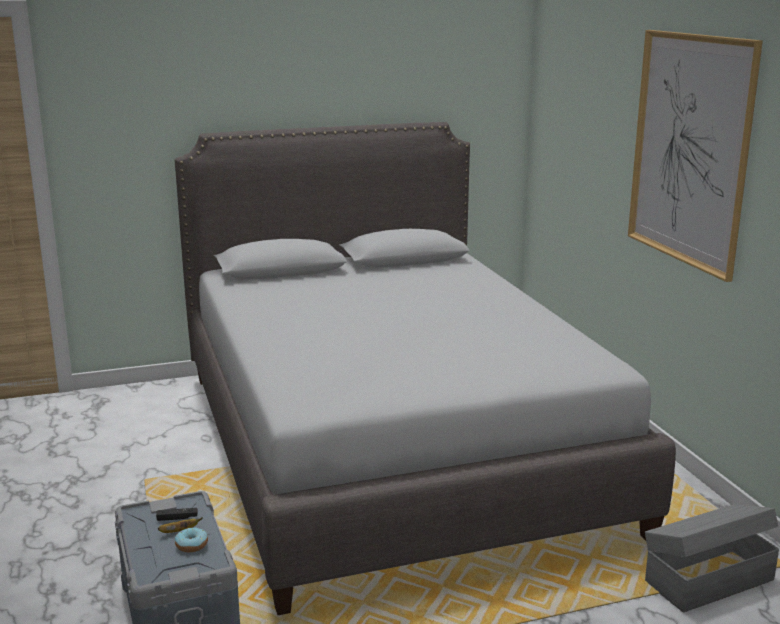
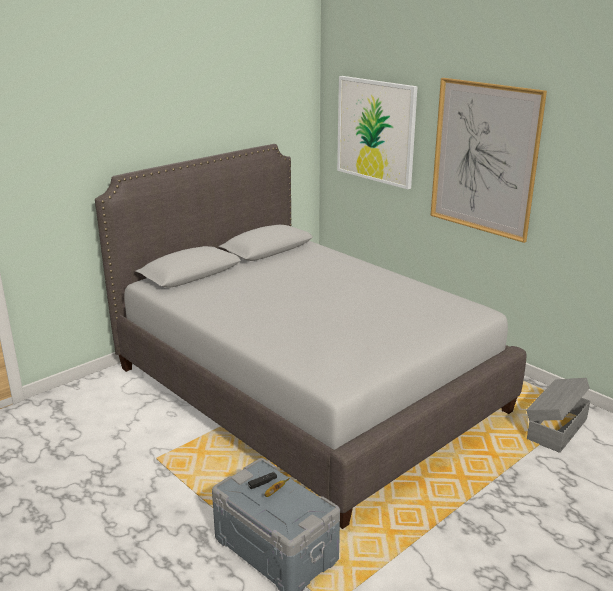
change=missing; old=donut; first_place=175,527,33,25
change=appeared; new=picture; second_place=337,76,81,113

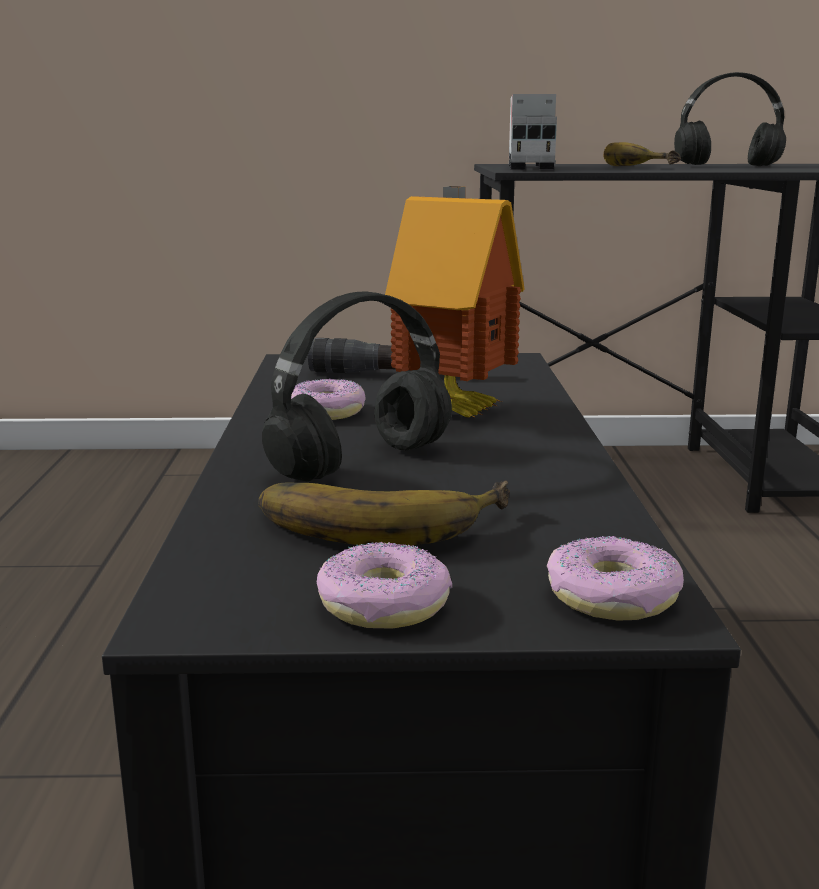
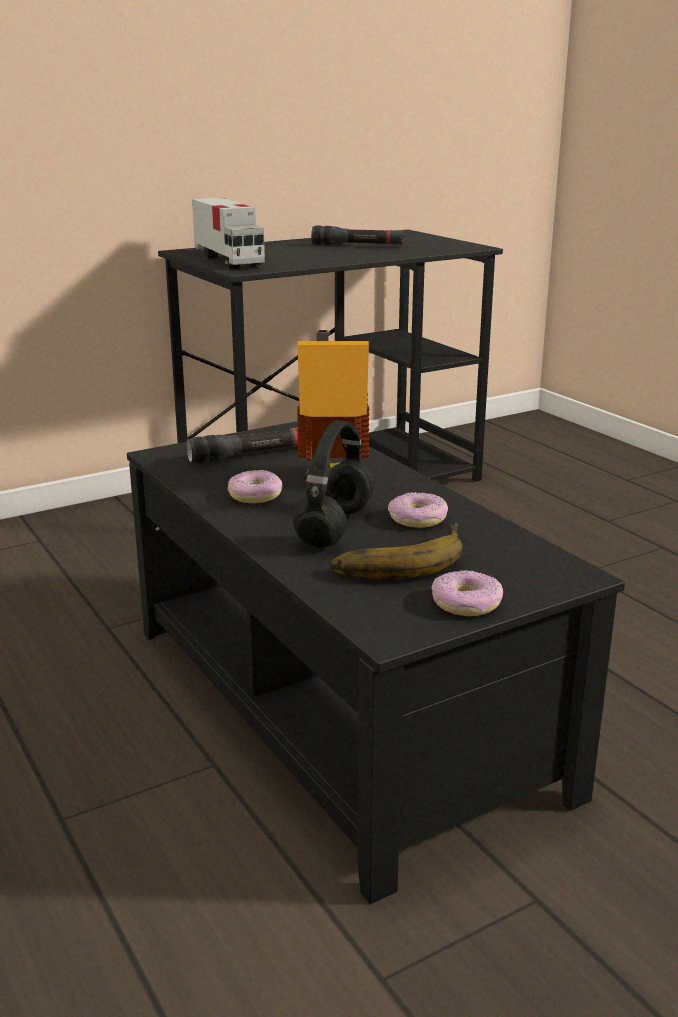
change=missing; old=banana; first_place=603,142,78,24
change=relocated; old=donut; first_place=547,536,137,85; second_place=388,492,60,36
change=exchanged; old=black headphones; new=black flashlight; first_place=674,72,112,94; second_place=311,226,94,19

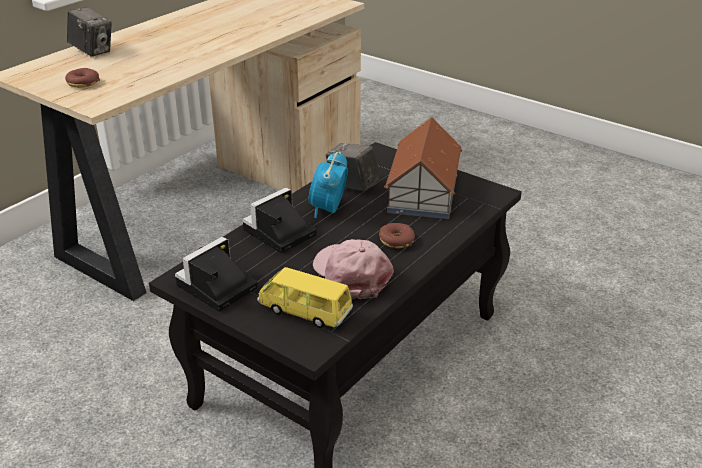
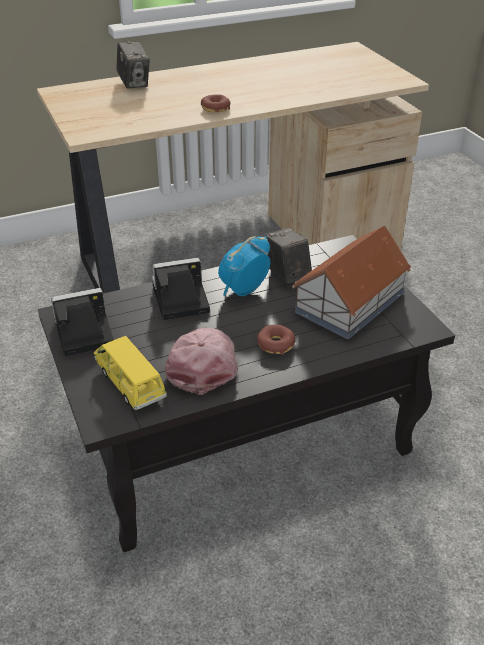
change=relocated; old=donut; first_place=65,68,35,20; second_place=201,94,29,19

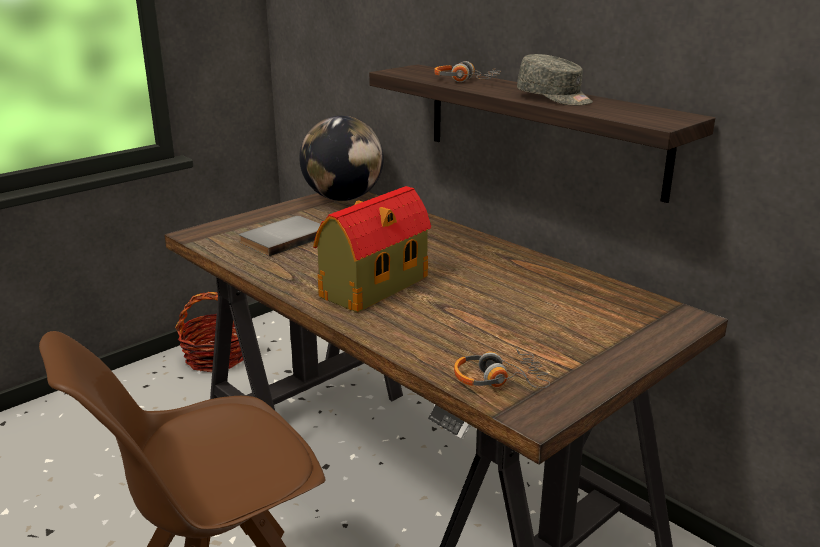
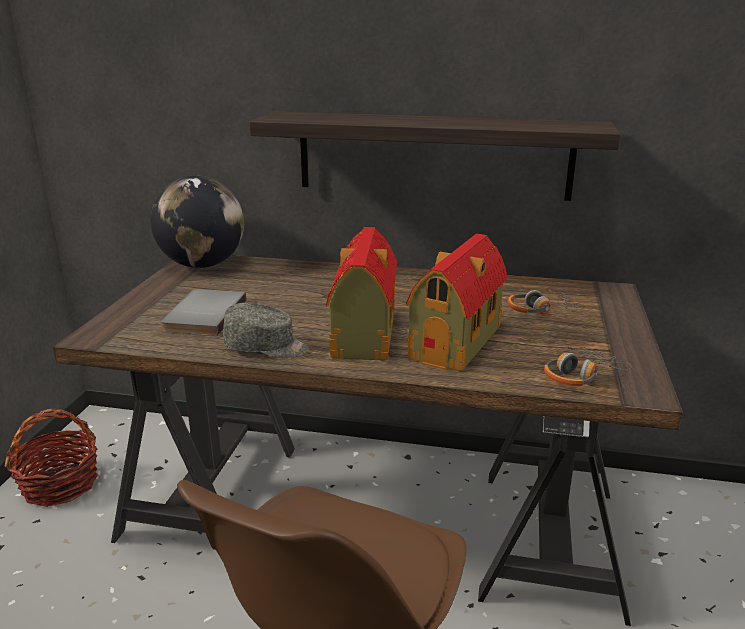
change=appeared; new=toy house; second_place=406,234,101,138
change=relocated; old=headphones; first_place=434,61,67,21; second_place=508,289,77,26
change=relocated; old=grey cap; first_place=517,54,76,52; second_place=223,303,86,55

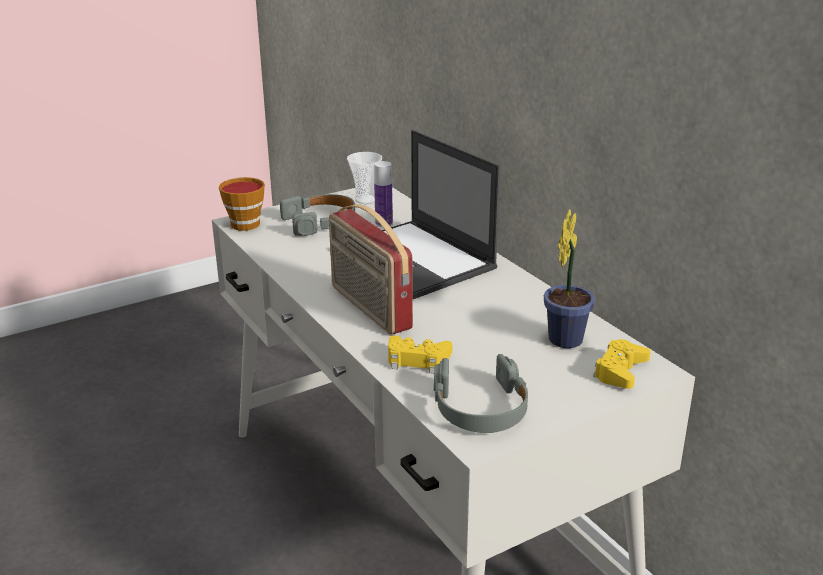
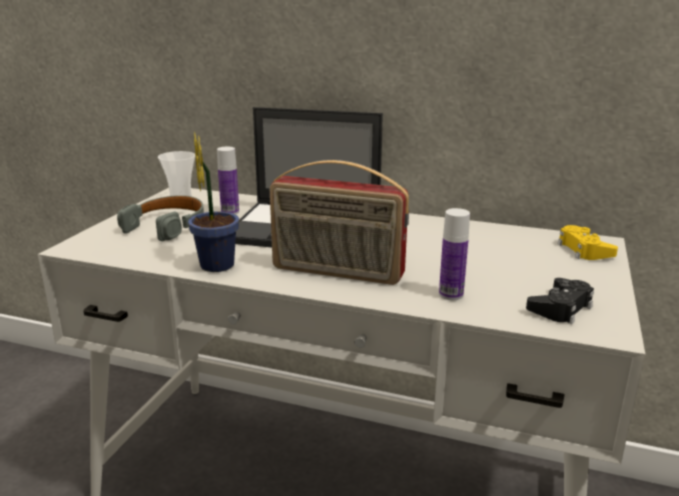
change=missing; old=cup; first_place=219,177,46,54
change=relocated; old=potted plant; first_place=544,209,51,139; second_place=188,131,51,141
change=exchanged; old=yellow game controller; new=bottle; first_place=388,335,64,38; second_place=439,208,31,92
change=exchanged; old=grey headphones; new=black game controller; first_place=434,354,94,79; second_place=526,278,68,46

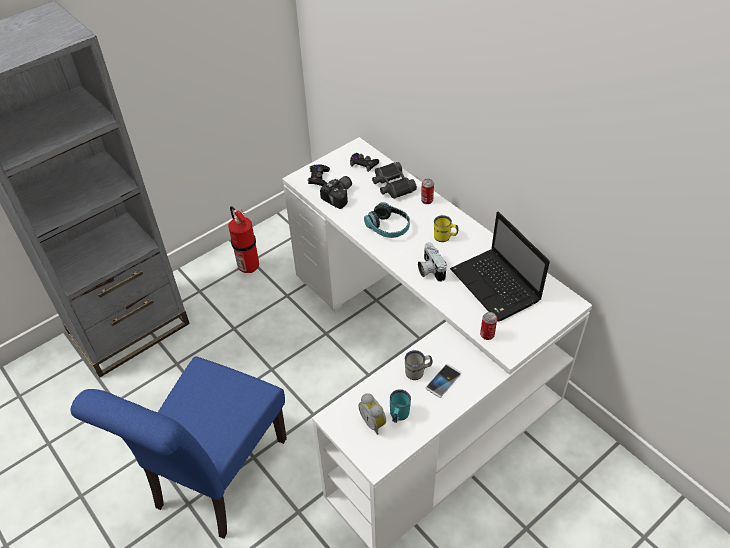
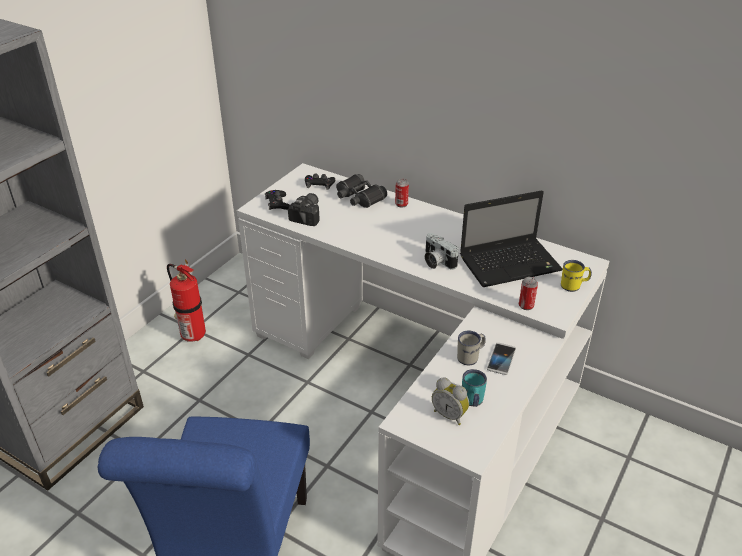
change=missing; old=headphones; first_place=364,202,46,36
change=relocated; old=yellow mug; first_place=434,215,24,27; second_place=561,260,31,32
change=spun; old=laptop; first_place=450,211,100,110; second_place=460,191,103,96; degrees=-60

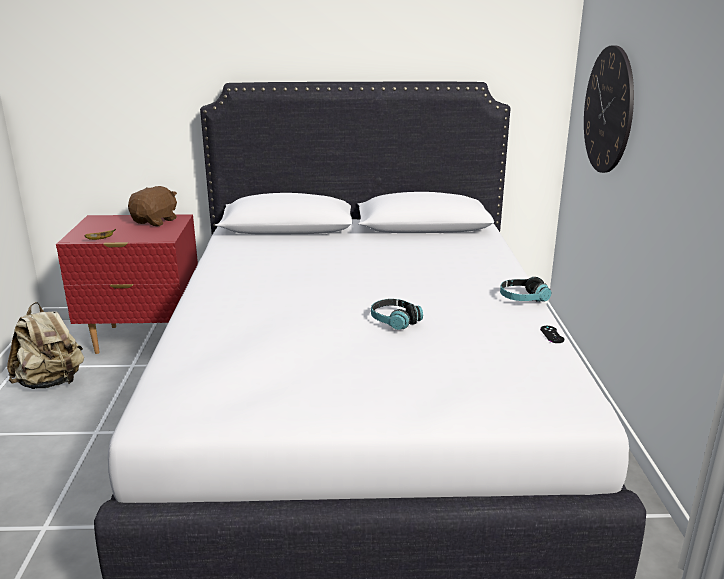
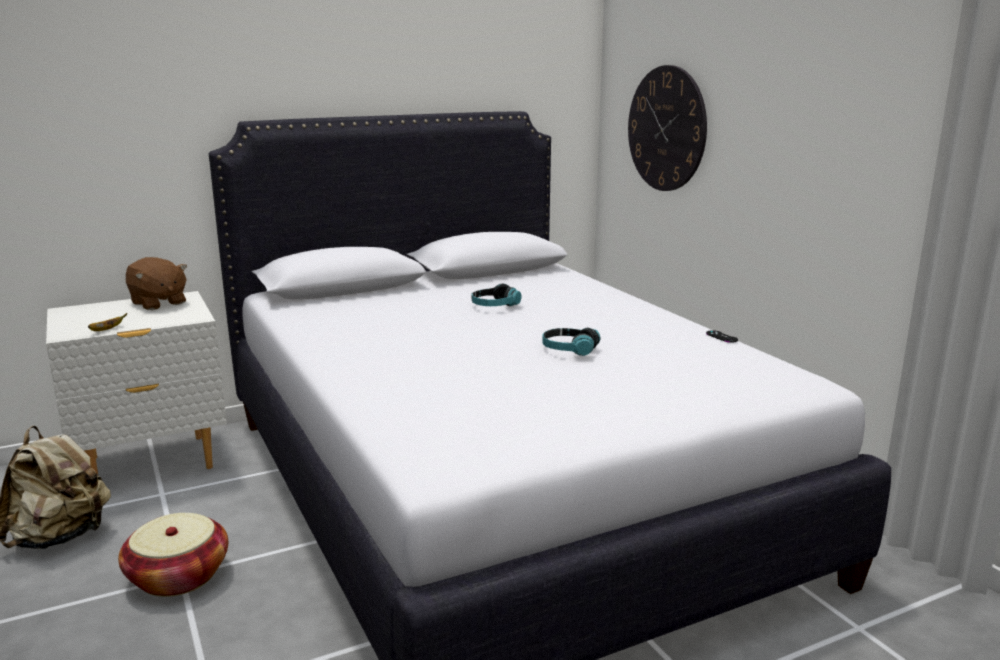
change=appeared; new=basket; second_place=118,513,110,84
change=relocated; old=headphones; first_place=500,277,51,25; second_place=472,284,50,22
change=colour; old=red nightstand; new=white nightstand; first_place=56,214,142,140; second_place=46,291,181,183
change=spun; old=brown plush toy; first_place=128,186,49,40; second_place=126,257,61,53; degrees=135

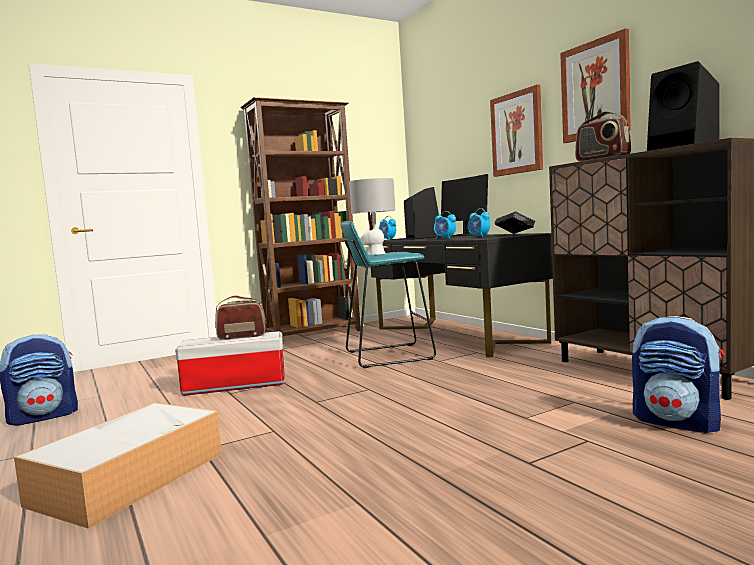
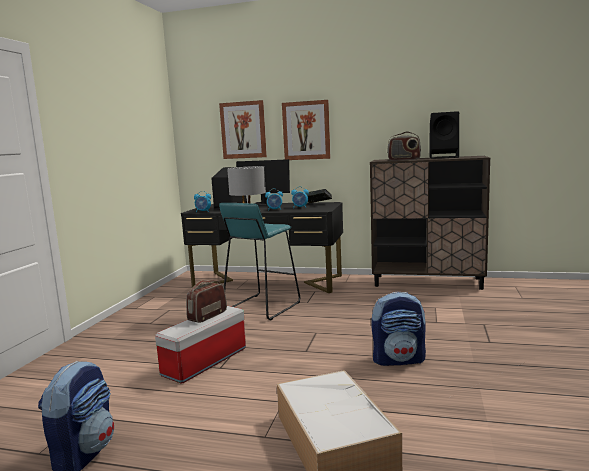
change=missing; old=brown bookcase; first_place=240,97,121,239
change=relocated; old=picture; first_place=560,28,71,115; second_place=219,100,48,59
change=relocated; old=backpack; first_place=632,316,93,118; second_place=371,292,55,74

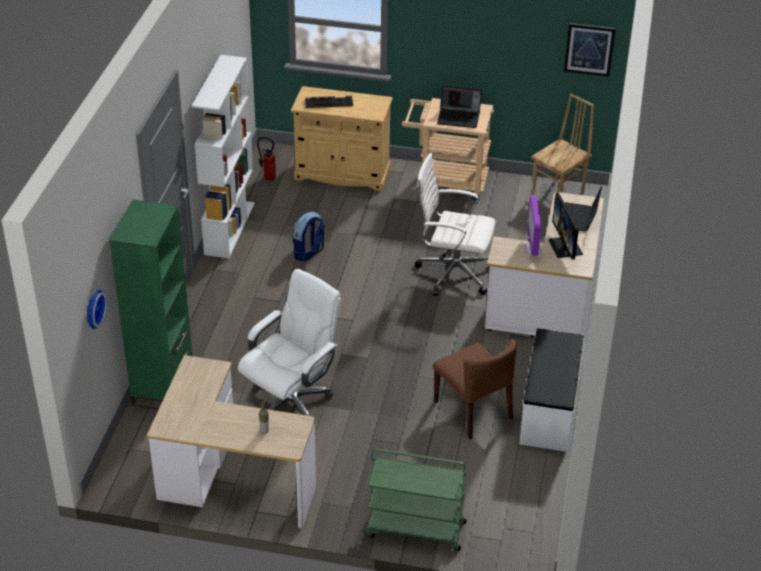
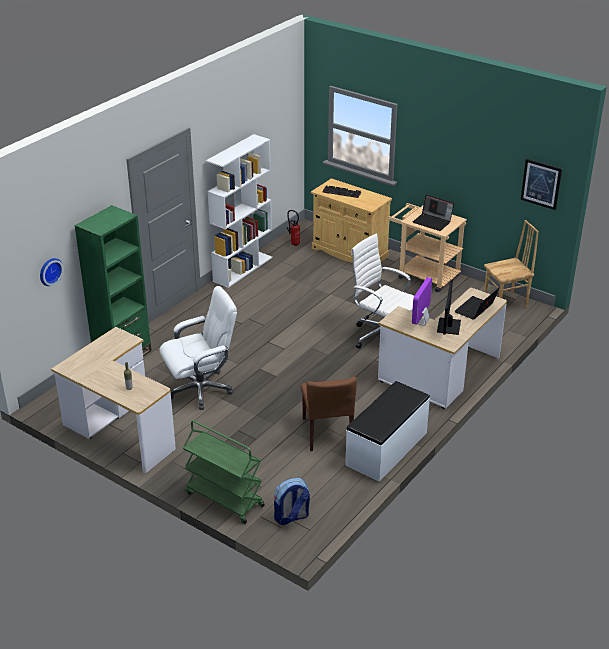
change=relocated; old=backpack; first_place=292,212,33,50; second_place=274,478,36,47

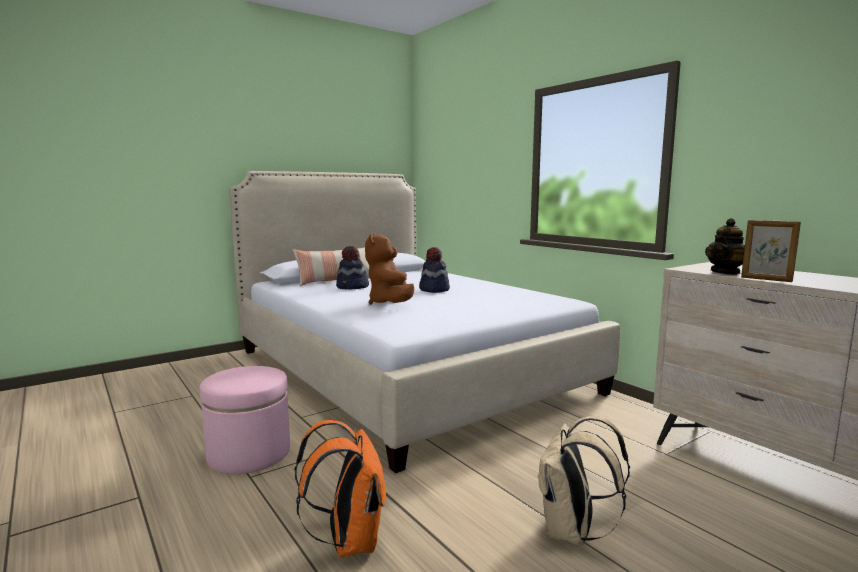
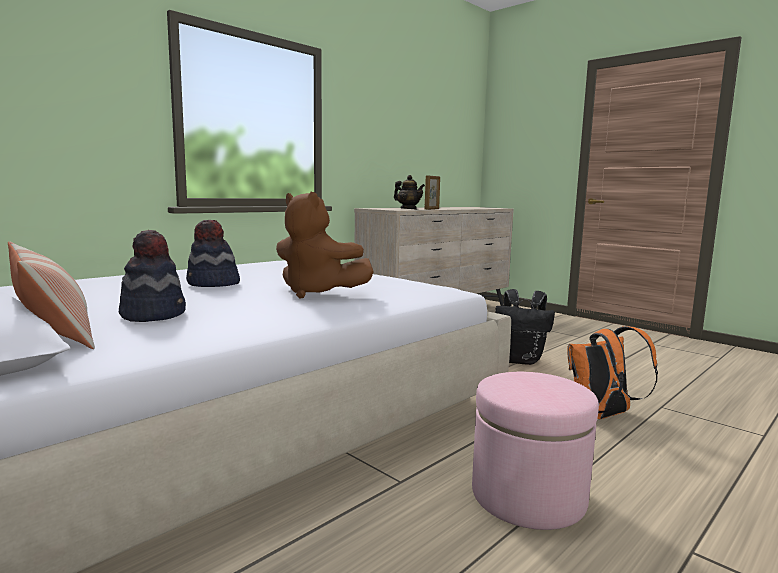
change=colour; old=beige backpack; new=black backpack; first_place=537,416,93,130; second_place=495,289,60,76
change=spun; old=brown plush toy; first_place=365,234,49,71; second_place=276,192,98,107; degrees=45

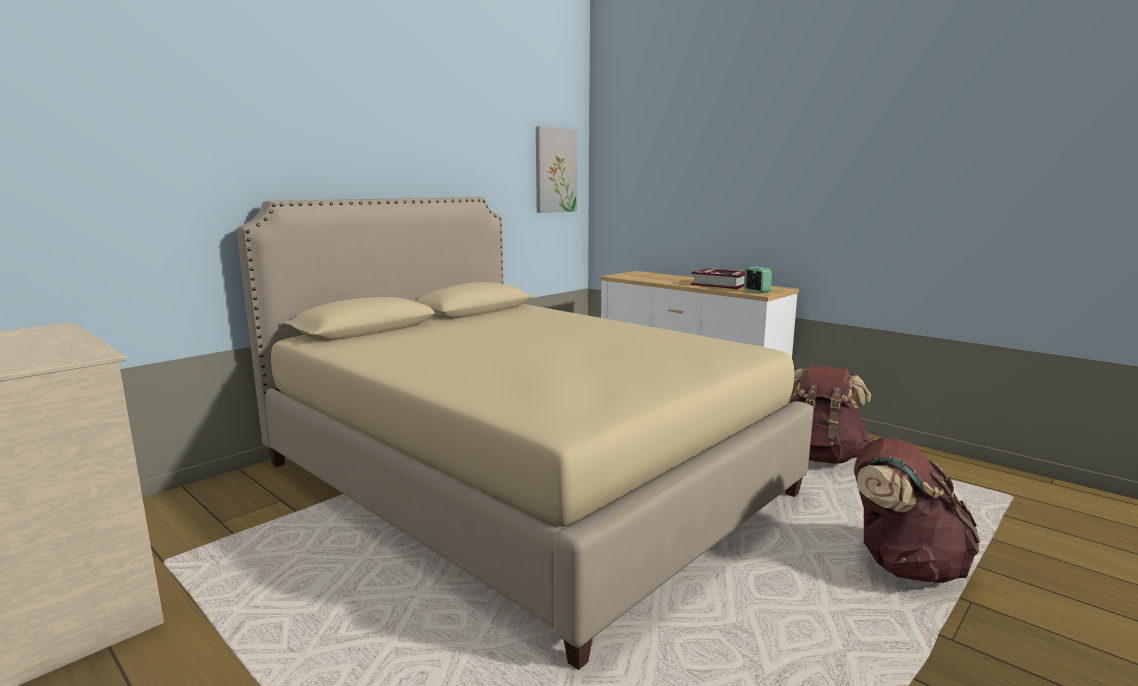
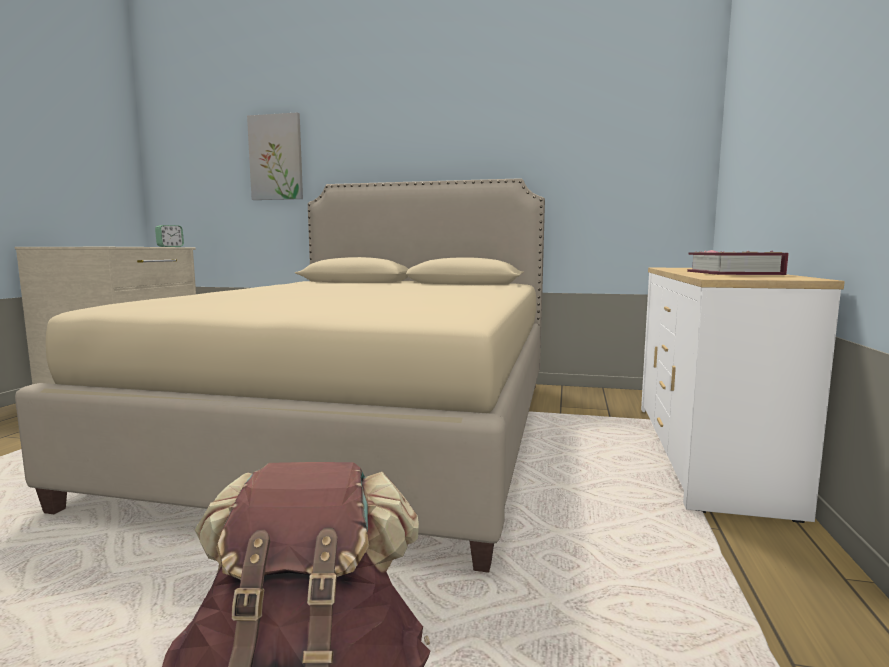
change=missing; old=brown backpack; first_place=790,365,81,99
change=relocated; old=picture; first_place=536,126,41,87; second_place=247,113,56,87
change=relocated; old=alarm clock; first_place=744,267,28,26; second_place=155,225,29,22

